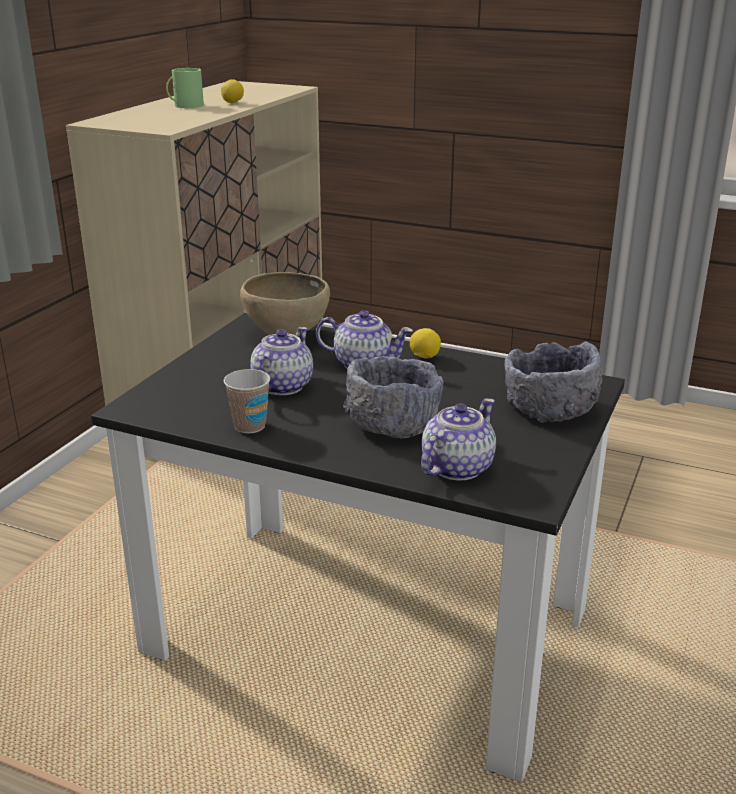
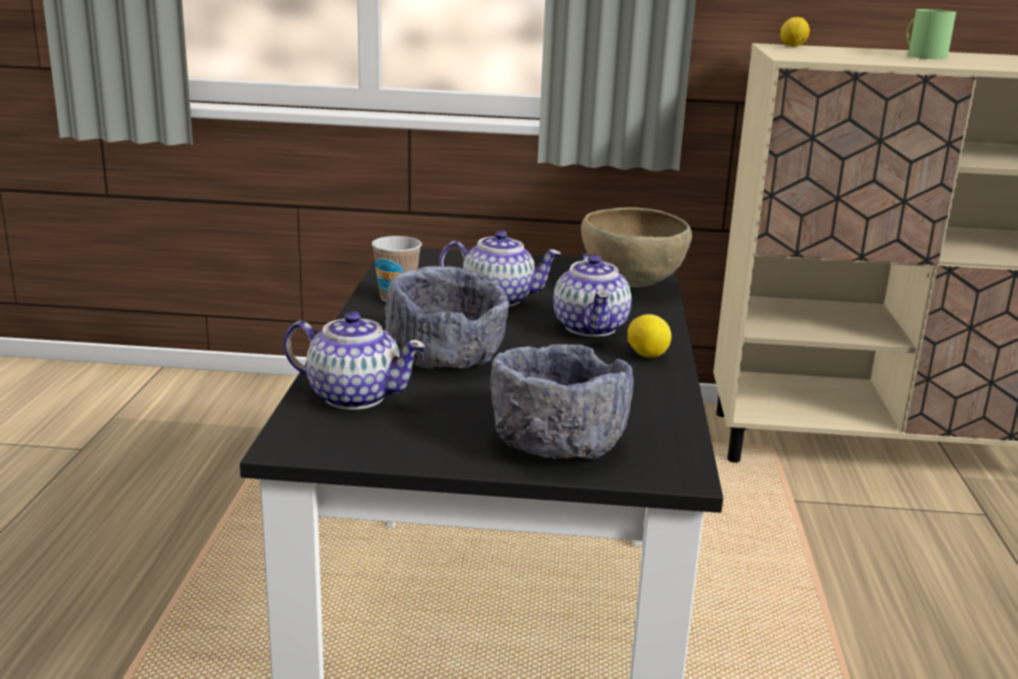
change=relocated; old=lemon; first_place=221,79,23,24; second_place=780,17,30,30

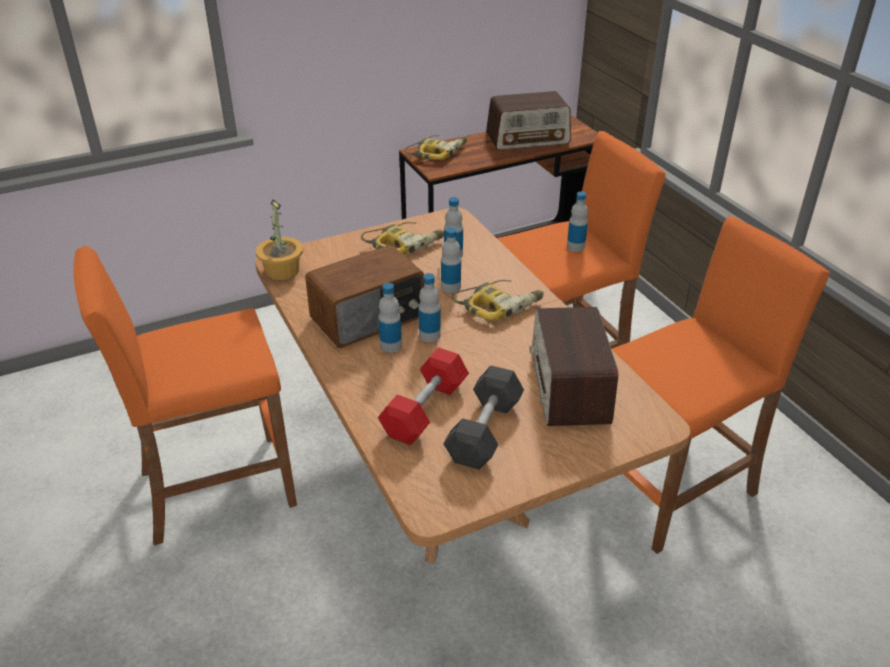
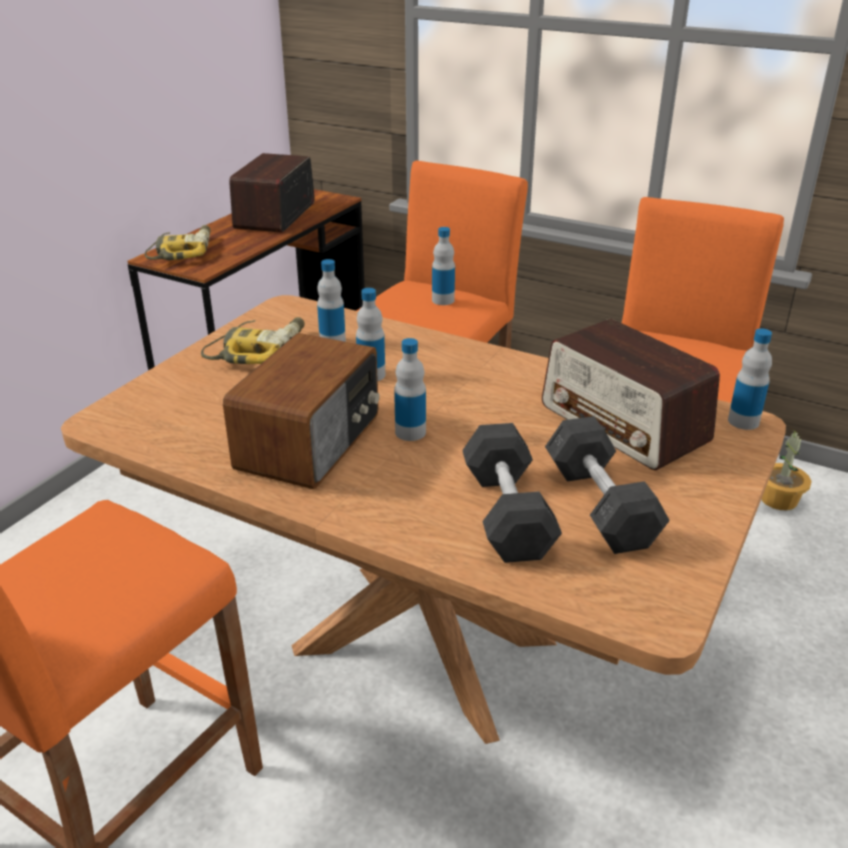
change=missing; old=power drill; first_place=451,280,93,41
change=relocated; old=potted plant; first_place=256,199,47,81; second_place=761,428,51,82
change=relocated; old=bottle; first_place=378,283,24,70; second_place=728,329,44,101
change=colour; old=red dumbbell; new=grey dumbbell; first_place=378,347,91,99; second_place=462,423,100,140
change=spun; old=radio; first_place=486,91,85,59; second_place=229,153,86,80; degrees=150

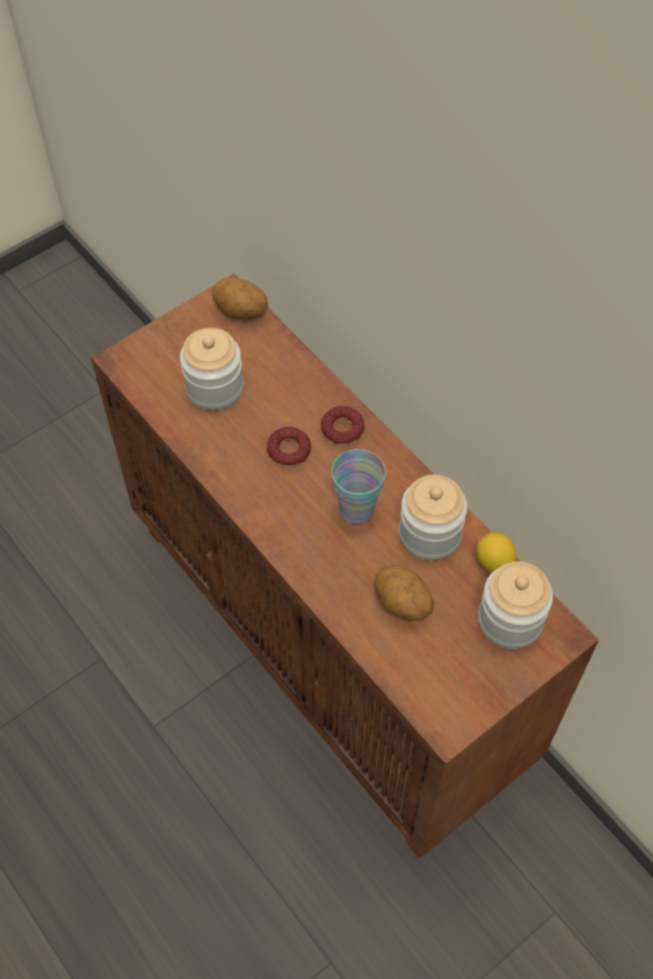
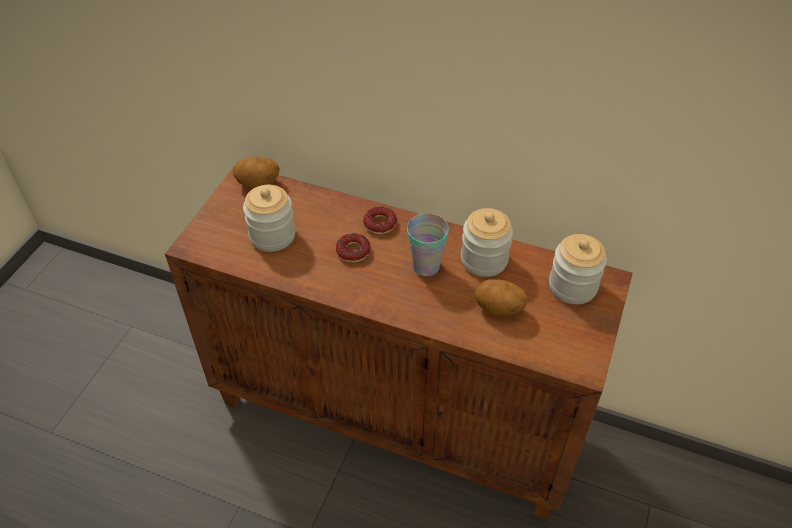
change=missing; old=lemon; first_place=476,532,41,40

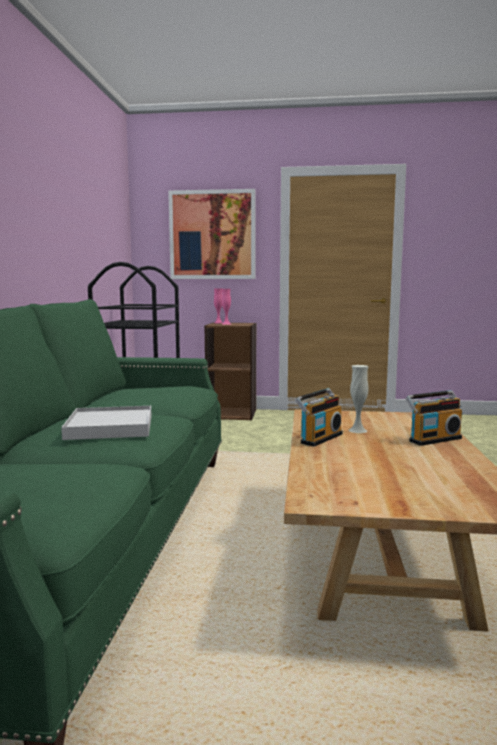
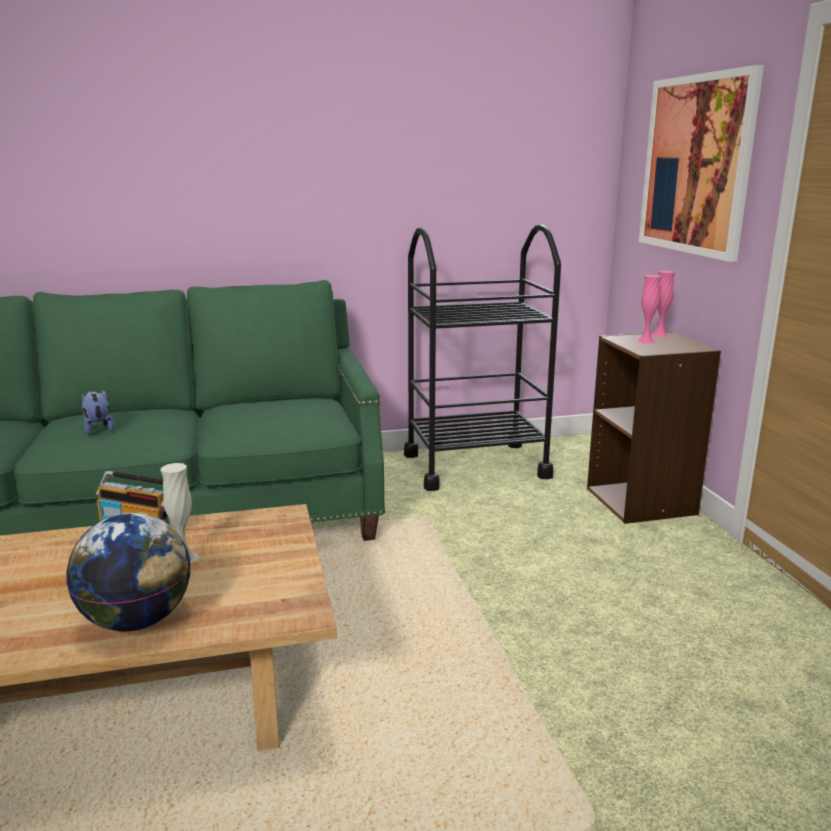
change=exchanged; old=white tray; new=plush toy; first_place=61,406,91,34; second_place=82,390,33,45
change=exchanged; old=radio; new=globe; first_place=405,390,57,56; second_place=66,513,125,119

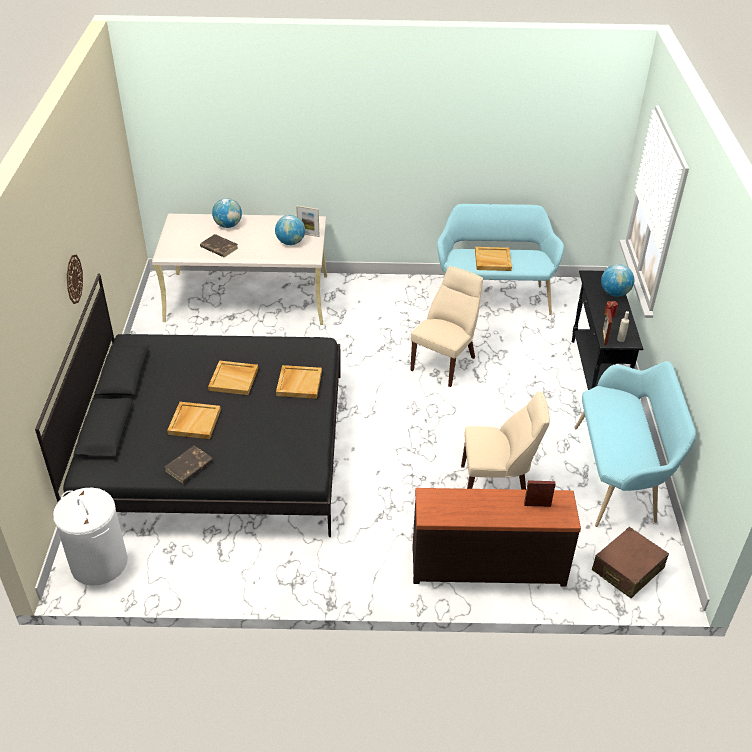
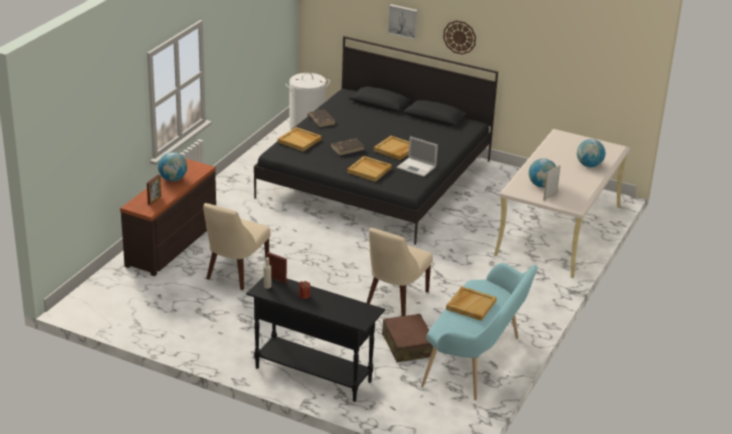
change=missing; old=turquoise bench; first_place=575,361,121,166
change=appeared; new=picture; second_place=388,4,30,35
change=appeared; new=laptop; second_place=397,136,41,41
change=relocated; old=beige tray; first_place=167,402,54,37; second_place=278,127,44,24
change=relocated; old=brown book; first_place=200,234,38,23; second_place=331,138,33,17
change=relocated; old=brown suitcase; first_place=592,527,77,71; second_place=382,314,52,48
change=relocated; old=globe; first_place=601,264,33,33; second_place=158,152,29,29
change=spun; old=beige chair; first_place=410,266,73,121; second_place=367,228,66,88; degrees=60

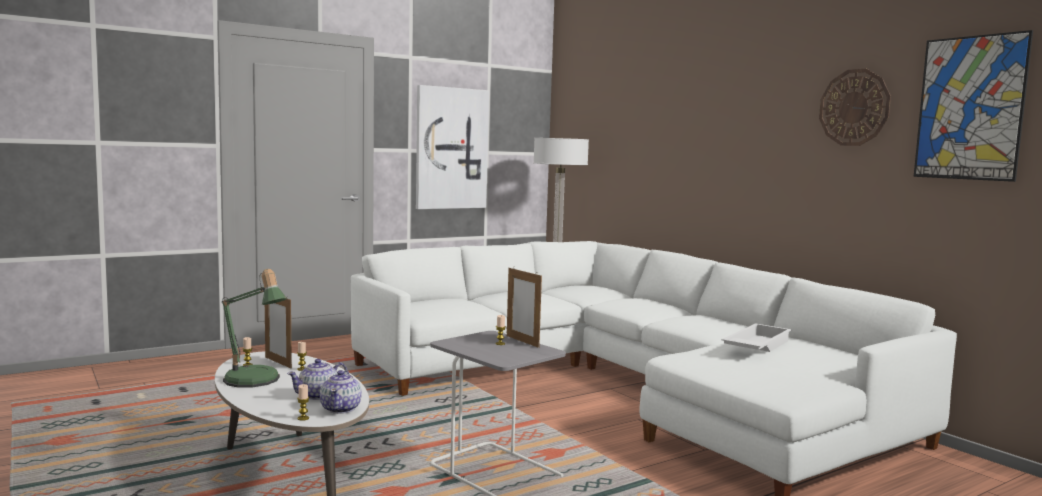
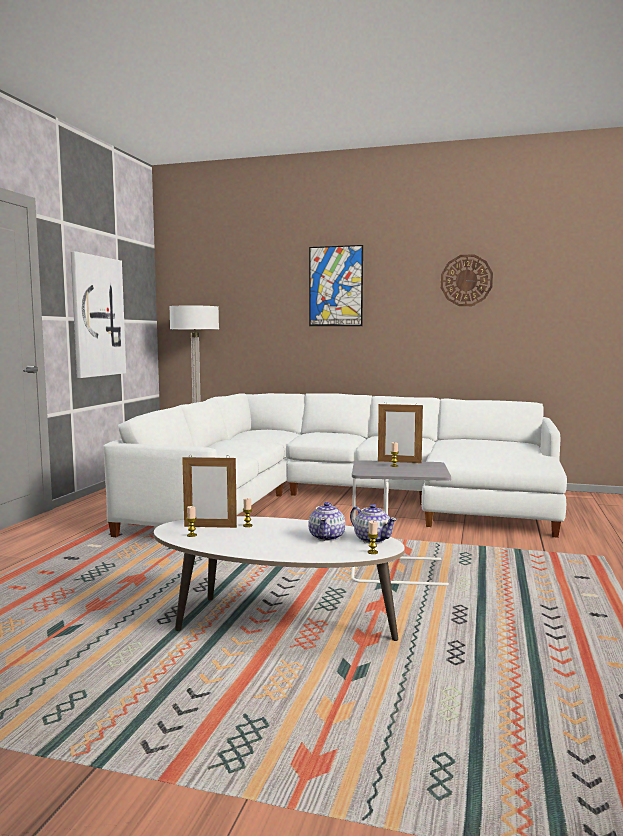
change=missing; old=table lamp; first_place=222,269,65,119
change=missing; old=white tray; first_place=721,323,71,29
change=relocated; old=picture; first_place=914,30,119,152; second_place=309,245,54,81

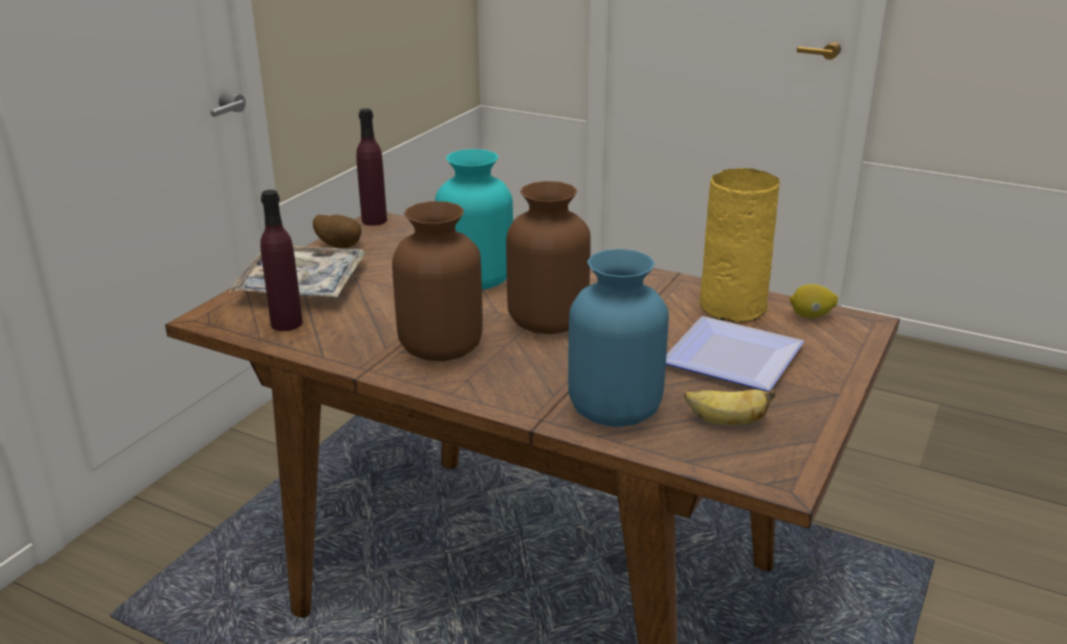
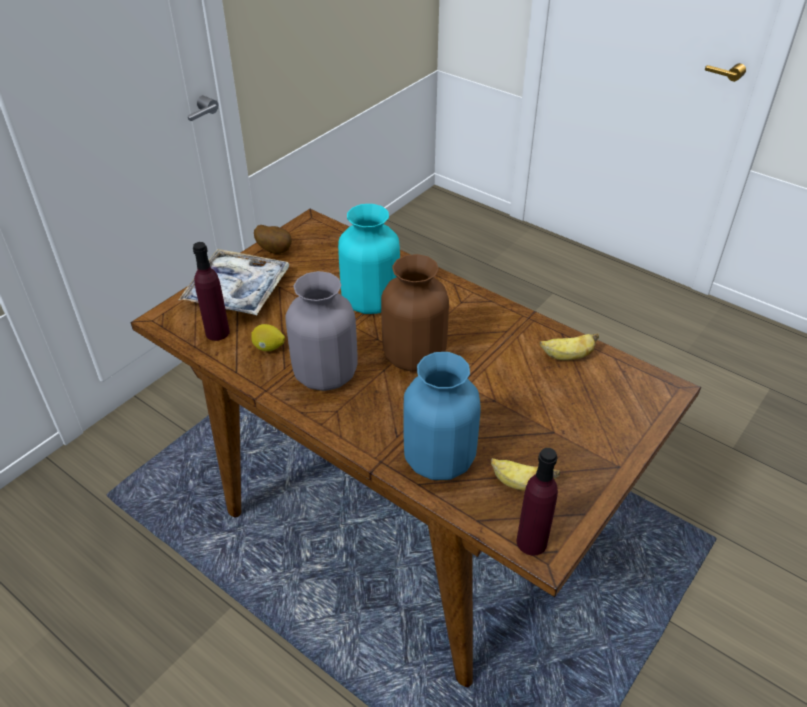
change=missing; old=plate; first_place=666,316,138,75
change=relocated; old=purple bottle; first_place=356,108,31,118; second_place=517,448,41,108
change=relocated; old=lemon; first_place=790,284,48,34; second_place=251,324,34,27
change=exchanged; old=yellow vase; new=banana; first_place=700,168,80,155; second_place=540,333,59,27
change=colour; old=brown vase; new=grey vase; first_place=392,201,91,160; second_place=285,271,73,120

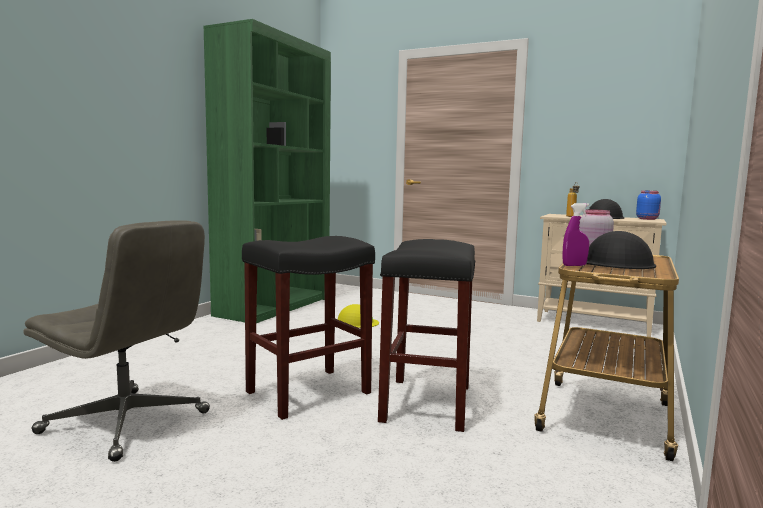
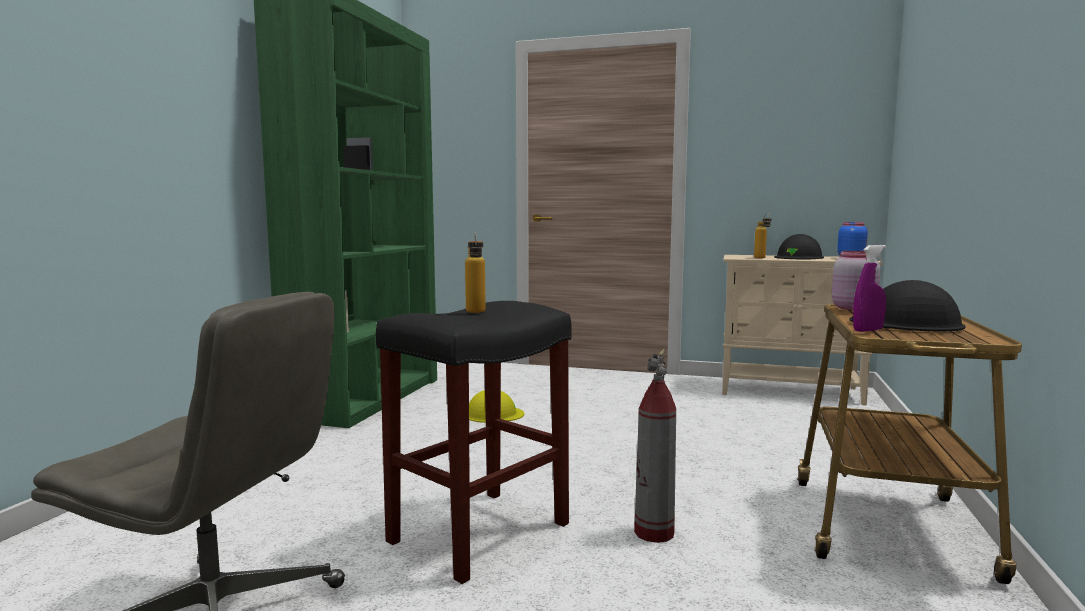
change=appeared; new=bottle; second_place=465,232,21,81
change=exchanged; old=black stool; new=fire extinguisher; first_place=378,239,97,193; second_place=634,349,42,194

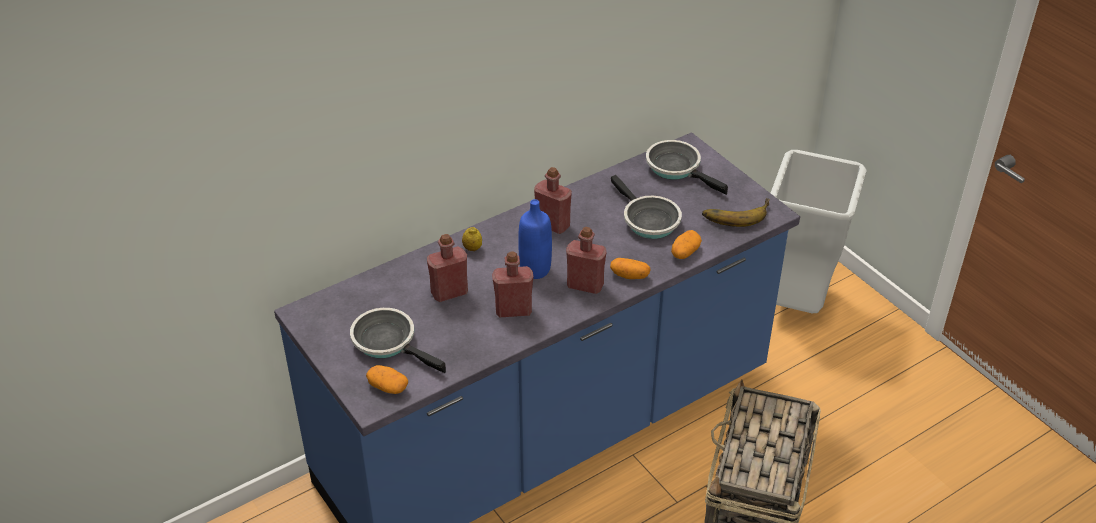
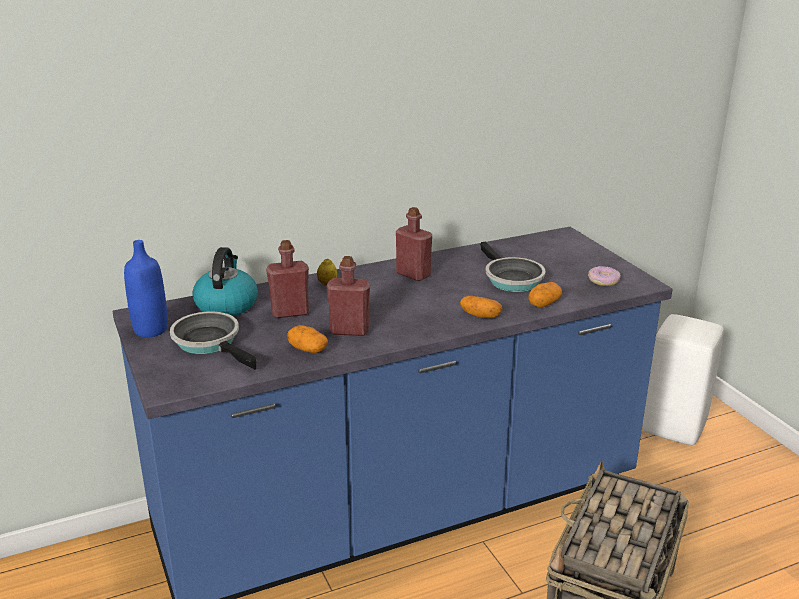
change=missing; old=red bottle; first_place=566,227,40,67
change=missing; old=frying pan; first_place=646,140,82,55
change=appeared; new=kettle; second_place=192,247,66,69
change=relocated; old=potato; first_place=366,365,42,29; second_place=287,325,41,28
change=relocated; old=blue bottle; first_place=518,199,34,80; second_place=124,240,44,98
change=exchanged; old=banana; new=donut; first_place=702,198,68,29; second_place=588,266,33,20
change=exchanged; old=grey trash can; new=white stool; first_place=771,150,96,163; second_place=642,314,82,131

